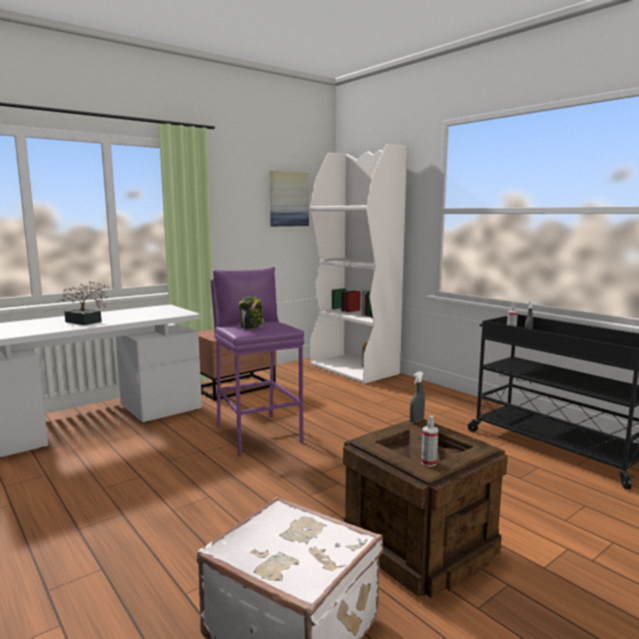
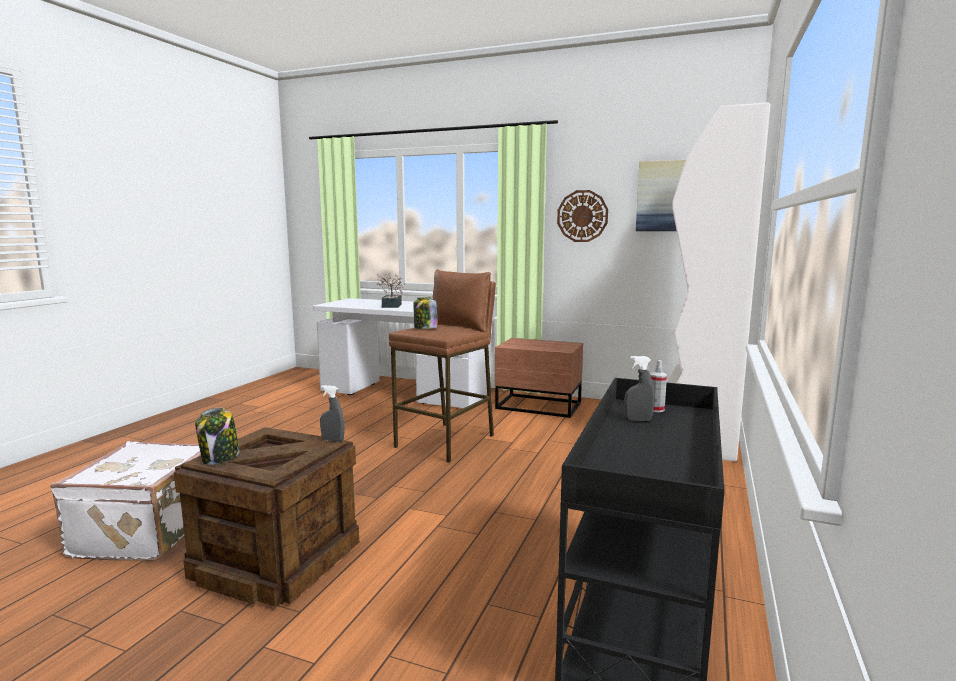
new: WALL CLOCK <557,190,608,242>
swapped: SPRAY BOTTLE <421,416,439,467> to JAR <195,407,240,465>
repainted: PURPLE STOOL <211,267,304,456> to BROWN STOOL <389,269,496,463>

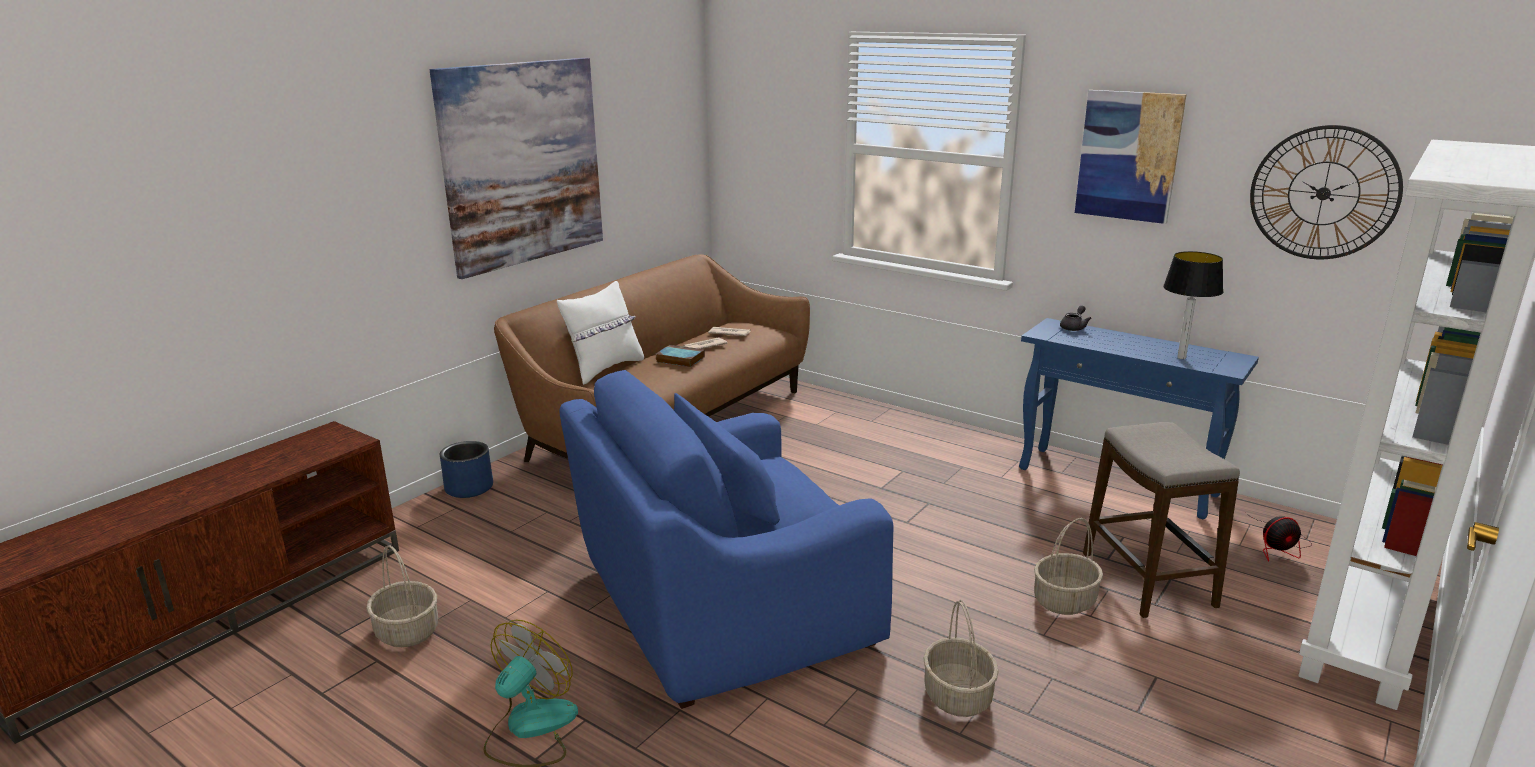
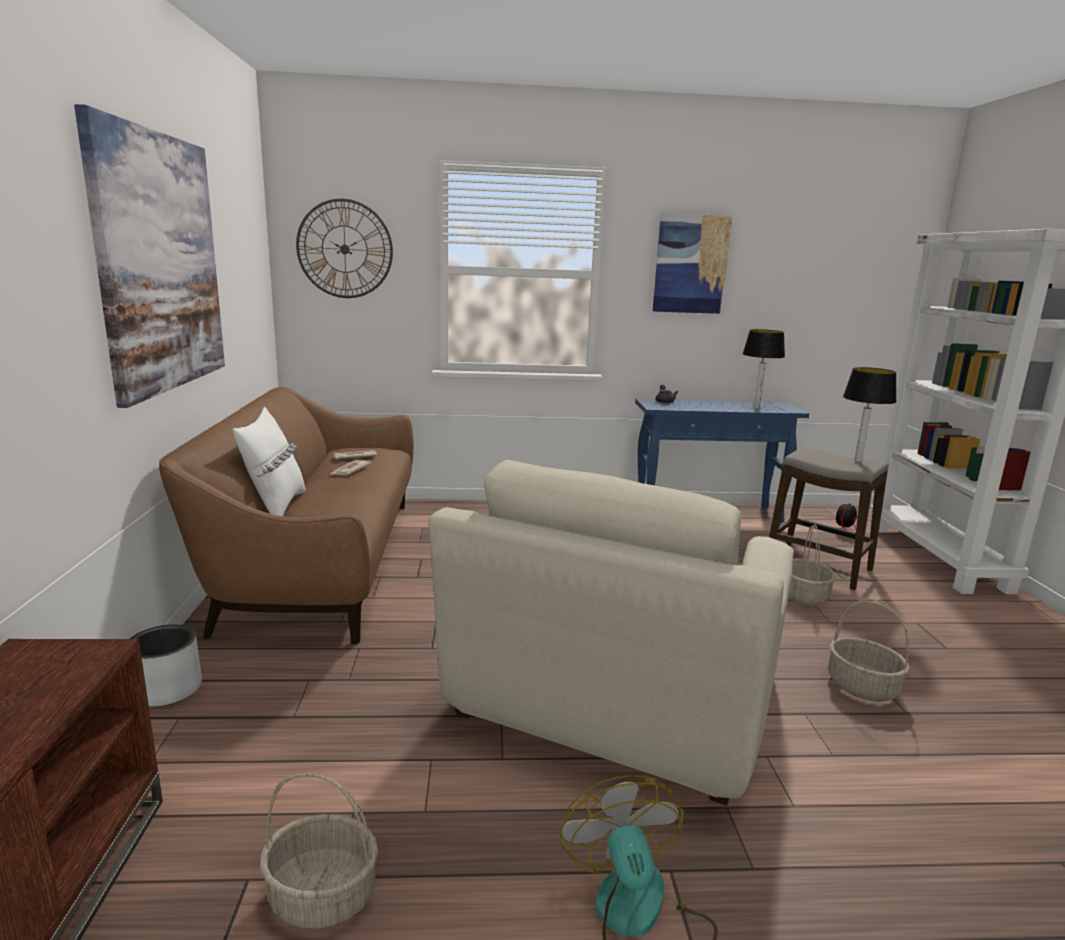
gone: BOOK <656,345,705,367>
new: TABLE LAMP <843,367,897,462>
shifted: WALL CLOCK <1250,125,1403,259> to <296,199,393,298>
repainted: BLUE PLANTER <440,441,493,498> to GREY PLANTER <130,624,202,707>; BLUE ARMCHAIR <559,370,894,709> to BEIGE ARMCHAIR <428,460,794,805>

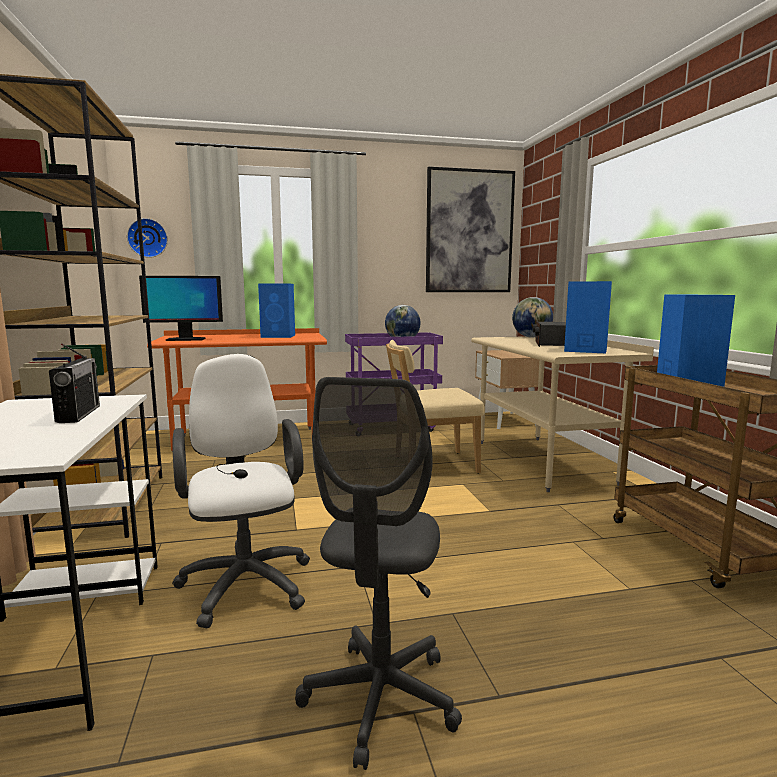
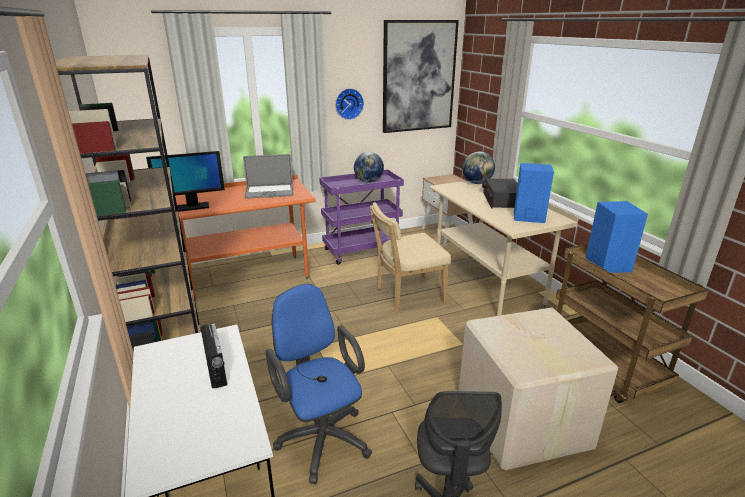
new: CARDBOARD BOX <459,307,618,470>
shifted: WALL CLOCK <127,218,168,258> to <335,88,364,120>
swapped: BLUE SPEAKER <258,283,295,338> to LAPTOP <243,154,294,199>
repainted: WHITE OFFICE CHAIR <172,354,310,628> to BLUE OFFICE CHAIR <266,284,372,484>

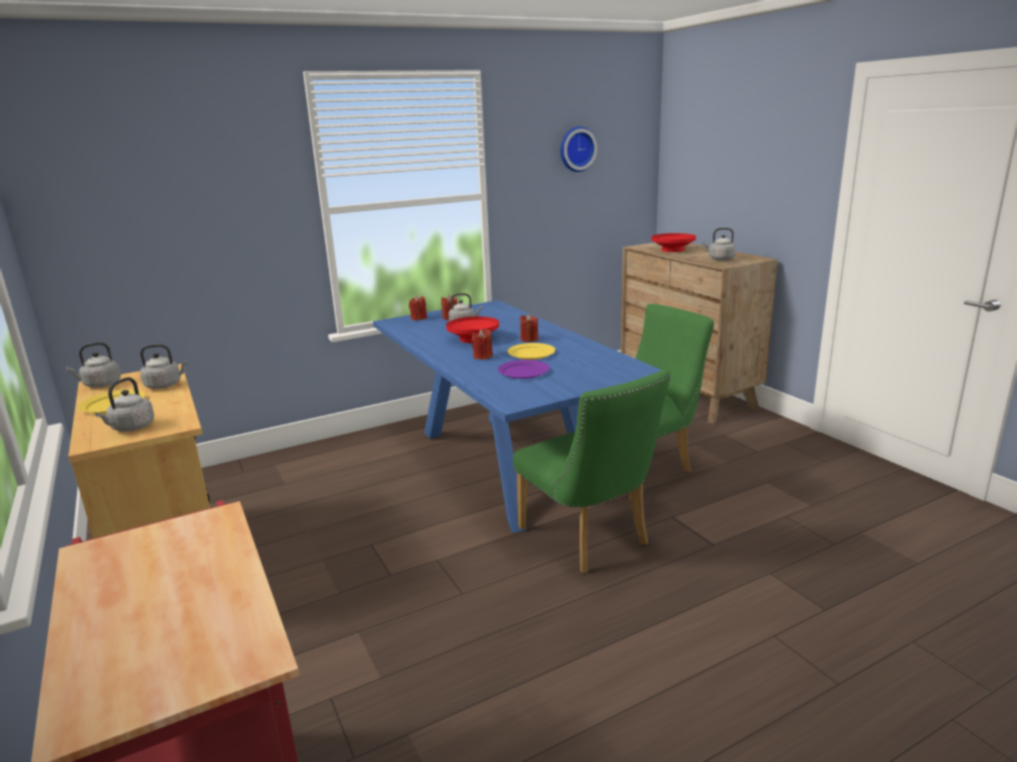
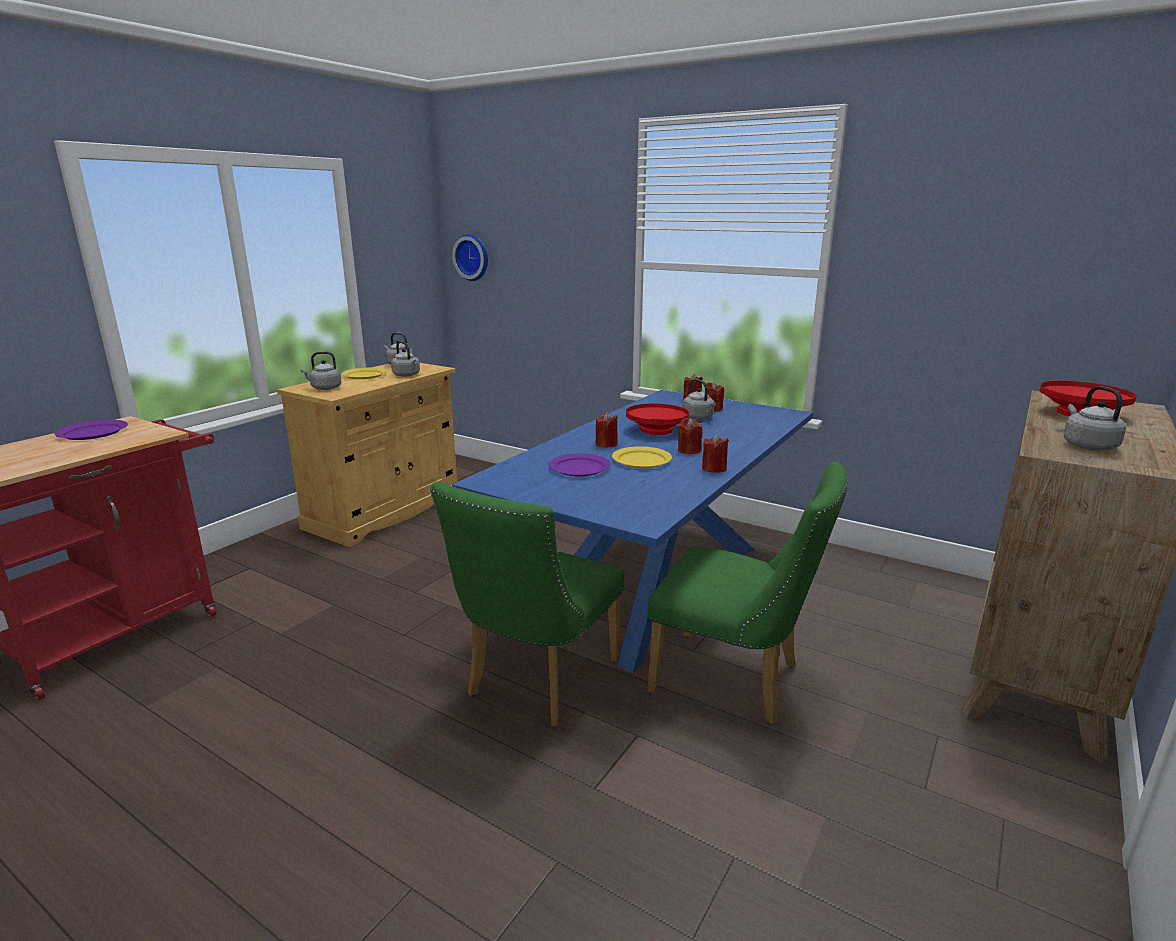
new: PURPLE PLATE <55,420,128,440>; RED CANDLE <702,434,729,473>
shifted: WALL CLOCK <560,126,597,172> to <452,234,488,281>

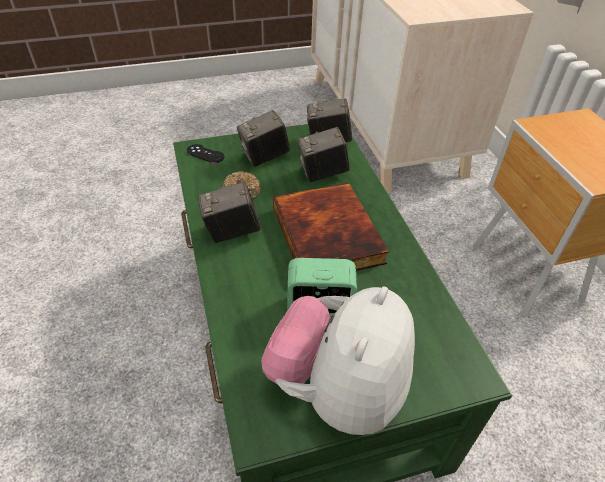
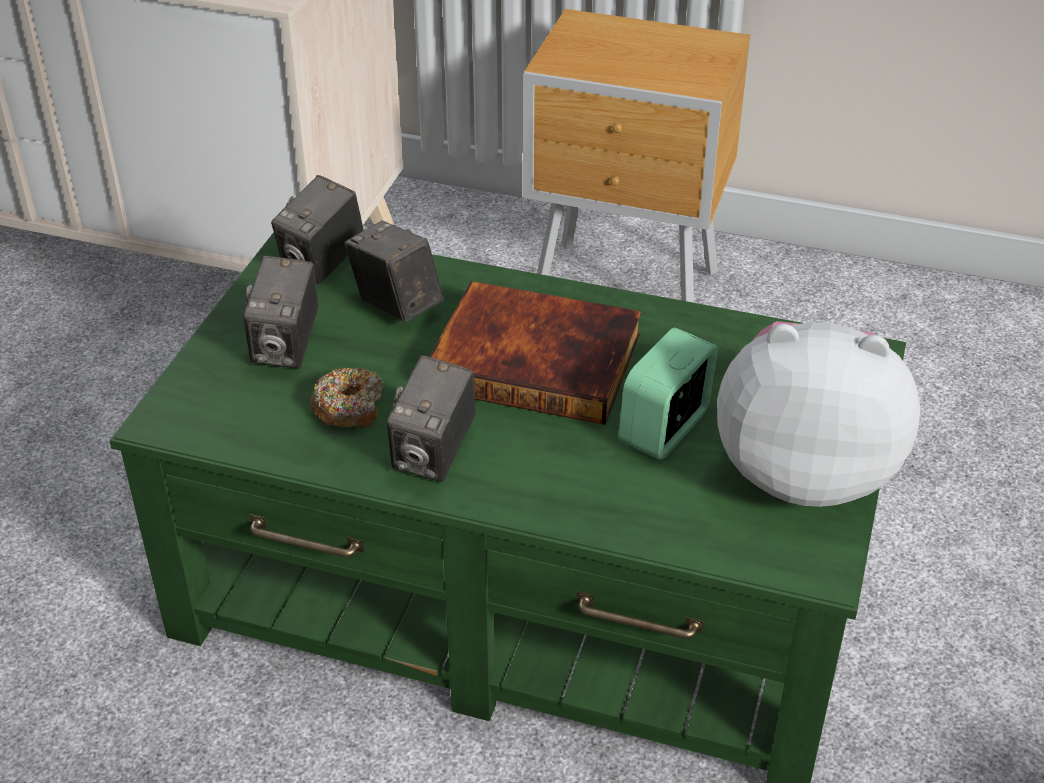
gone: BLACK GAME CONTROLLER <187,144,224,163>
rotated: PHOTO CAMERA <297,127,350,182> = <344,221,444,323> 120 degrees clockwise; PLUSH TOY <261,286,415,435> = <717,321,921,507> 135 degrees clockwise

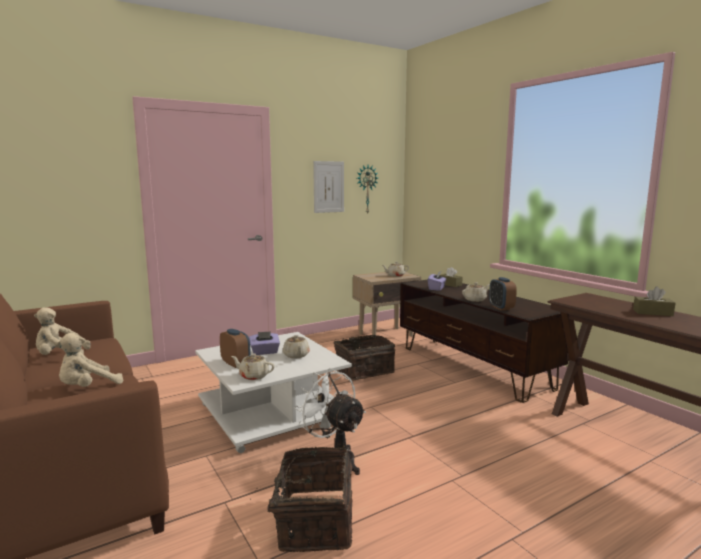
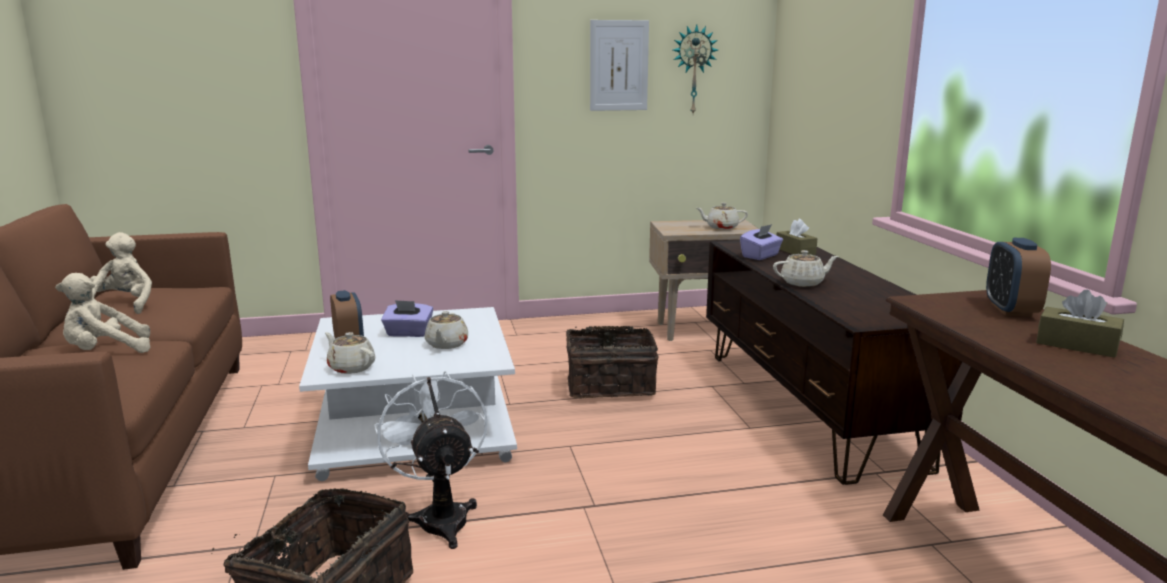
shifted: ALARM CLOCK <489,277,517,310> to <986,238,1051,317>
rotated: BEIGE PLUSH TOY <34,307,91,355> = <90,232,152,314> 75 degrees clockwise

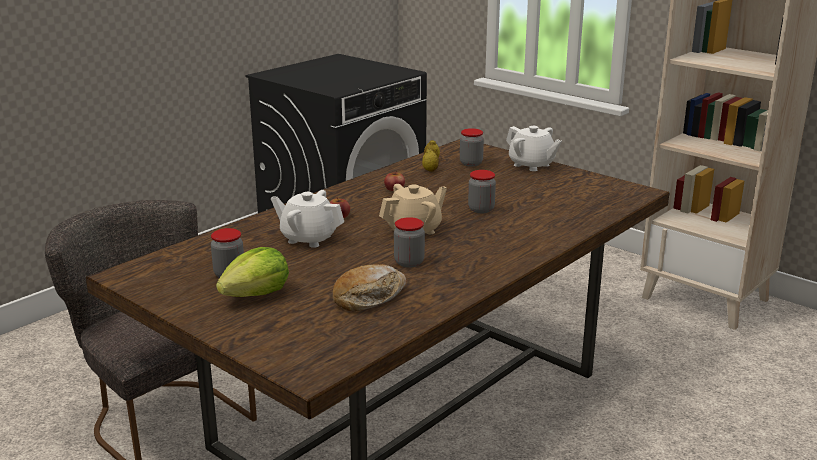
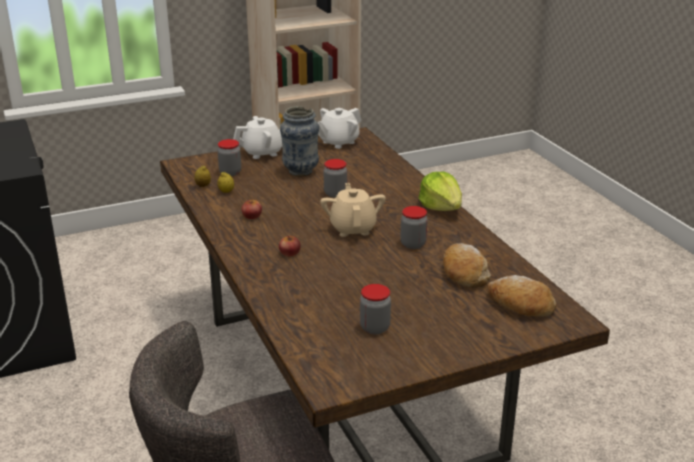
new: VASE <280,106,319,177>; BREAD <487,275,557,317>
shifted: WHITE TEAPOT <271,190,344,248> to <317,108,361,149>; LETTUCE <216,247,289,297> to <418,171,462,211>

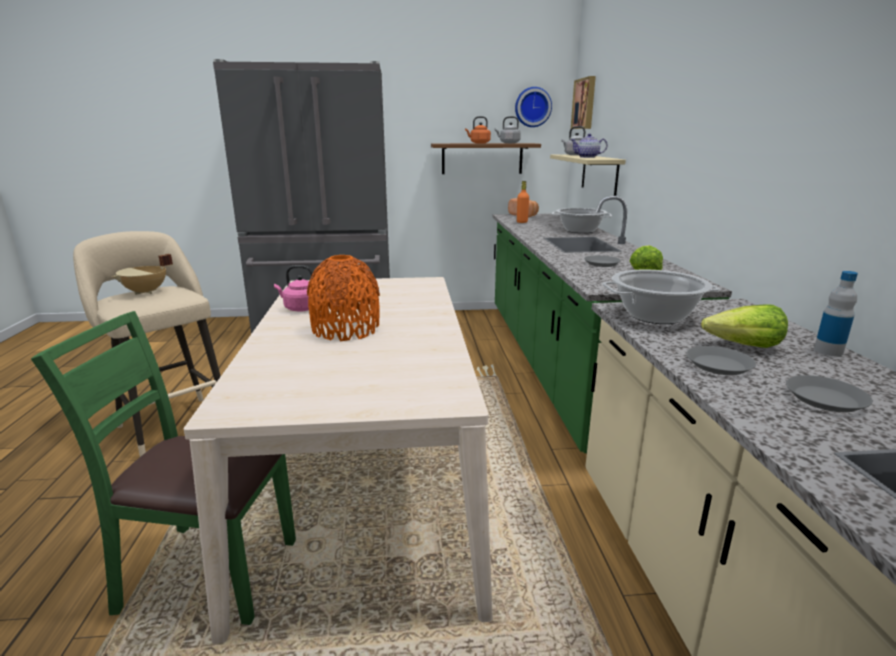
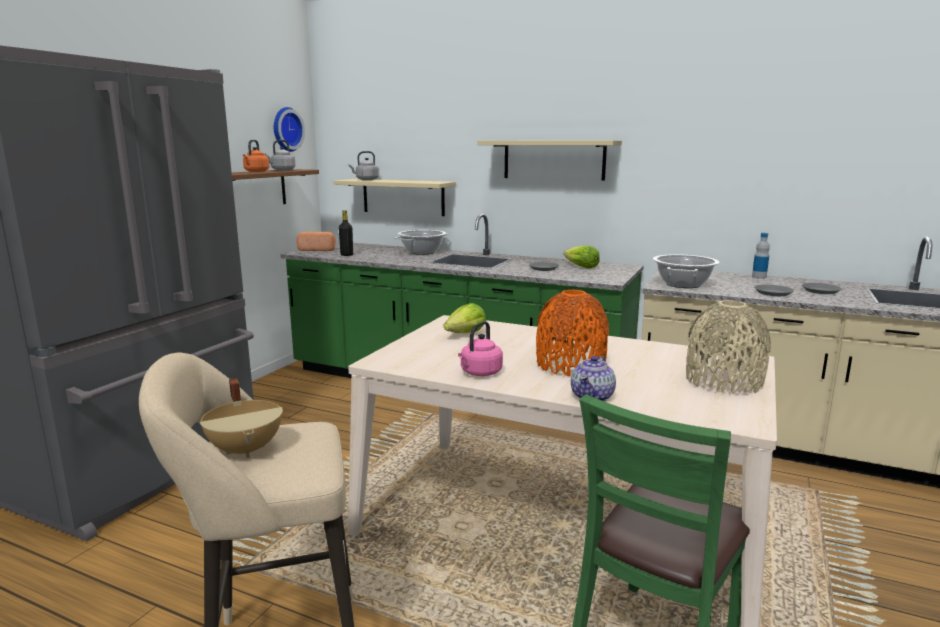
gone: PICTURE <571,76,596,129>
new: BEIGE SHELF <478,140,622,181>; BEIGE VASE <686,300,771,394>
shifted: LETTUCE <701,304,788,348> to <444,303,486,333>; TEAPOT <571,134,608,158> to <571,356,616,401>
repainted: ORANGE BOTTLE <517,181,529,223> to BLACK BOTTLE <339,210,353,256>

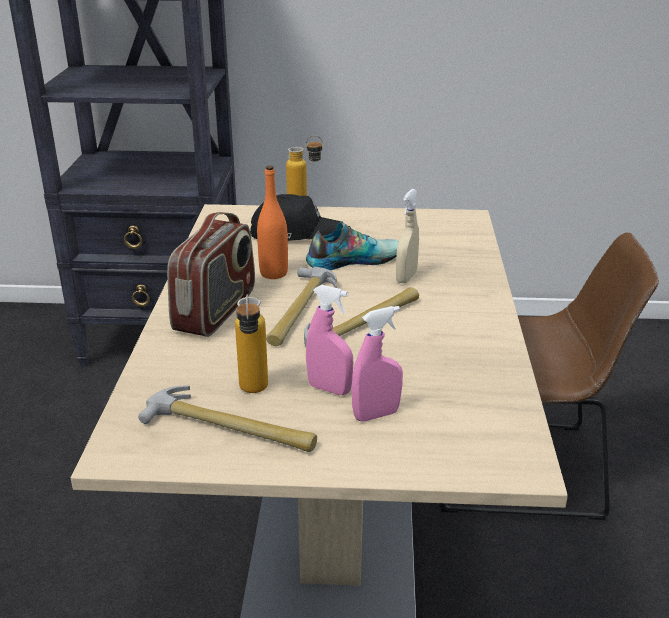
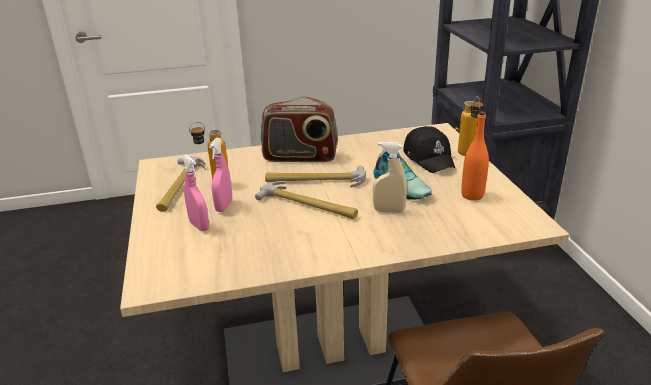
shifted: ORANGE BOTTLE <257,165,288,279> to <461,111,489,201>

